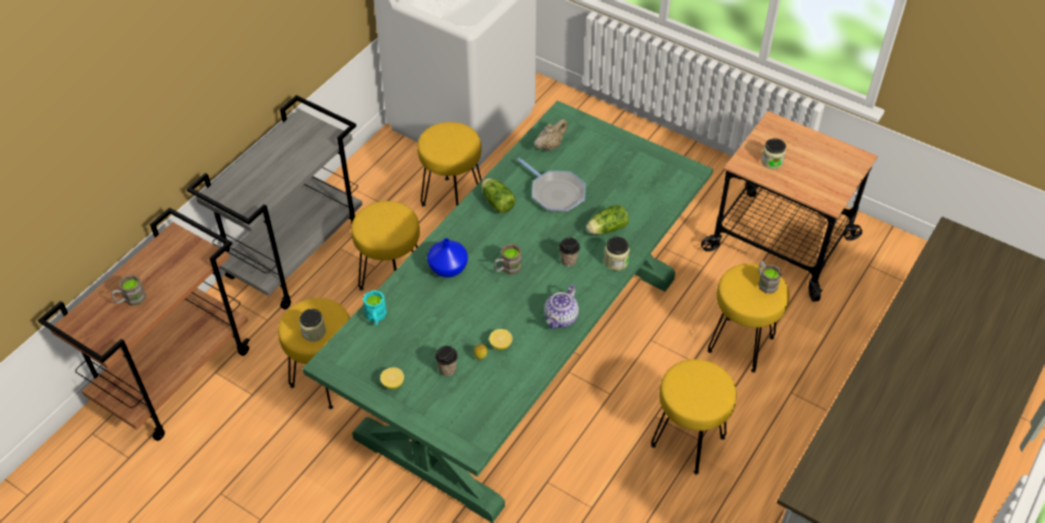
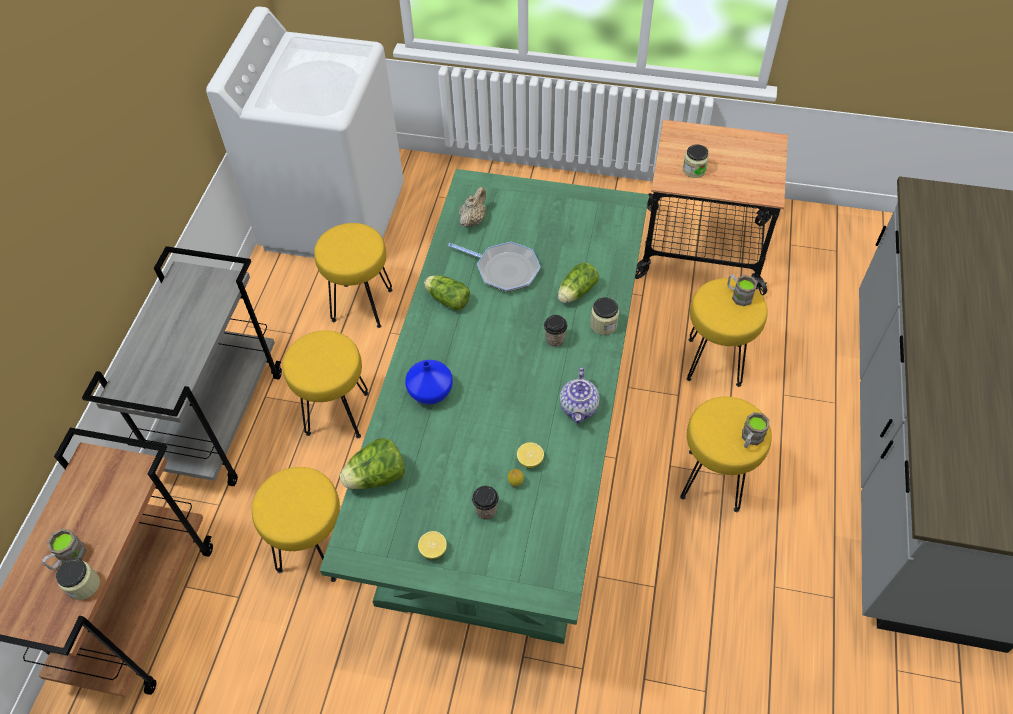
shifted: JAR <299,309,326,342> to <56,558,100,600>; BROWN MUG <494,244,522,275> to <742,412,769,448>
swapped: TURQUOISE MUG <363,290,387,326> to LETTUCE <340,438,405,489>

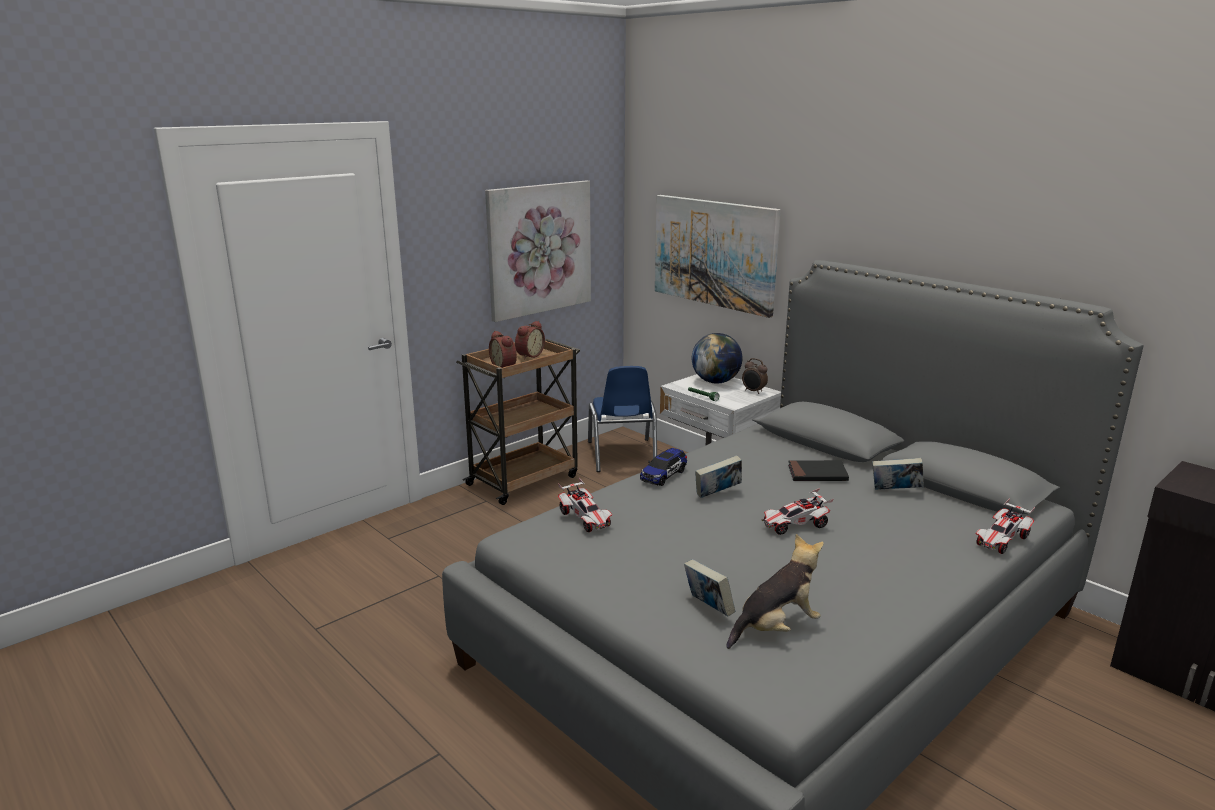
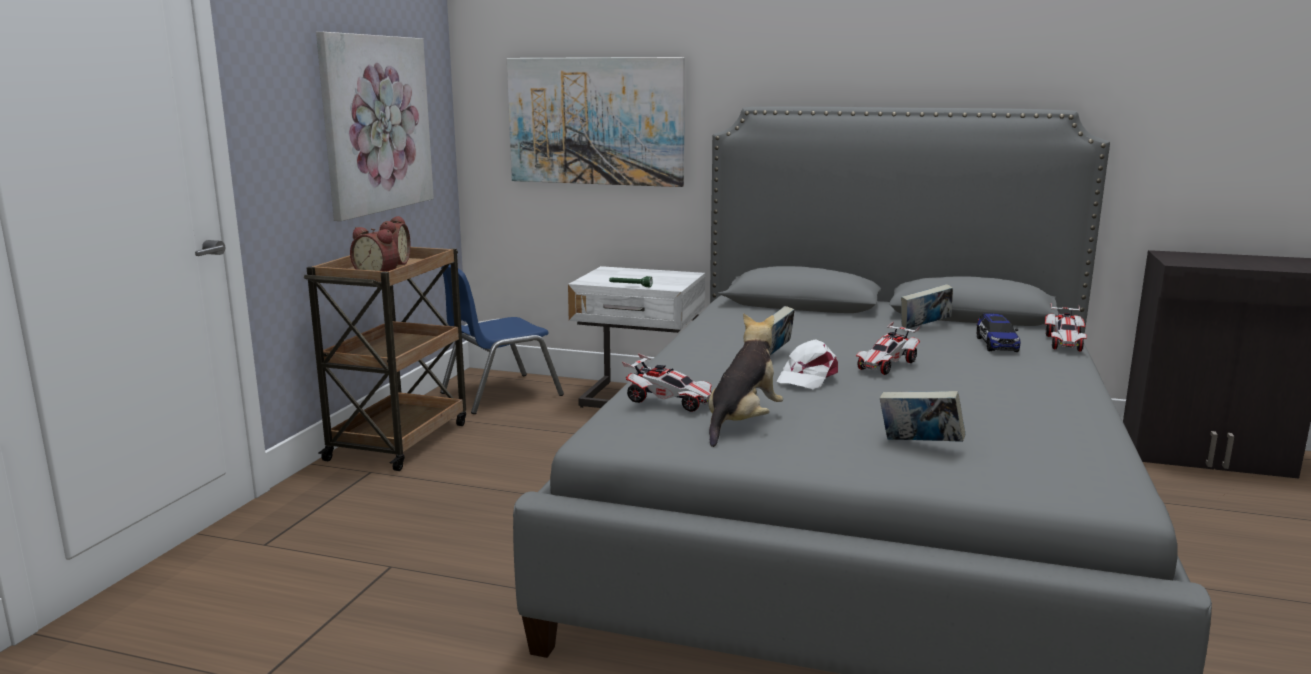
gone: GLOBE <692,333,742,384>; ALARM CLOCK <742,358,768,394>; BLACK BOOK <788,460,849,481>
new: WHITE CAP <777,339,838,389>
shifted: PLUSH TOY <726,534,824,649> to <708,313,783,447>; TOY CAR <640,448,687,486> to <977,313,1021,352>
rotated: BLUE CHAIR <588,366,657,472> = <440,265,564,414> 90 degrees clockwise

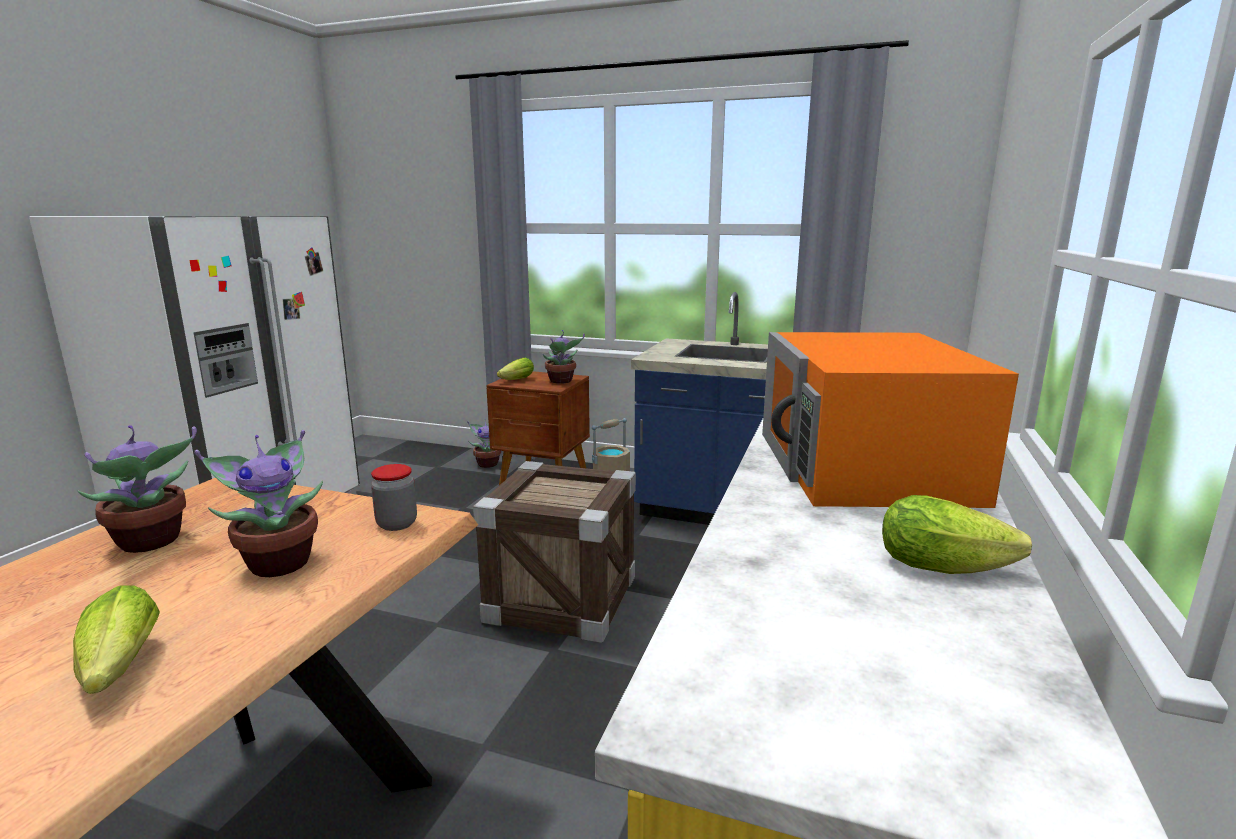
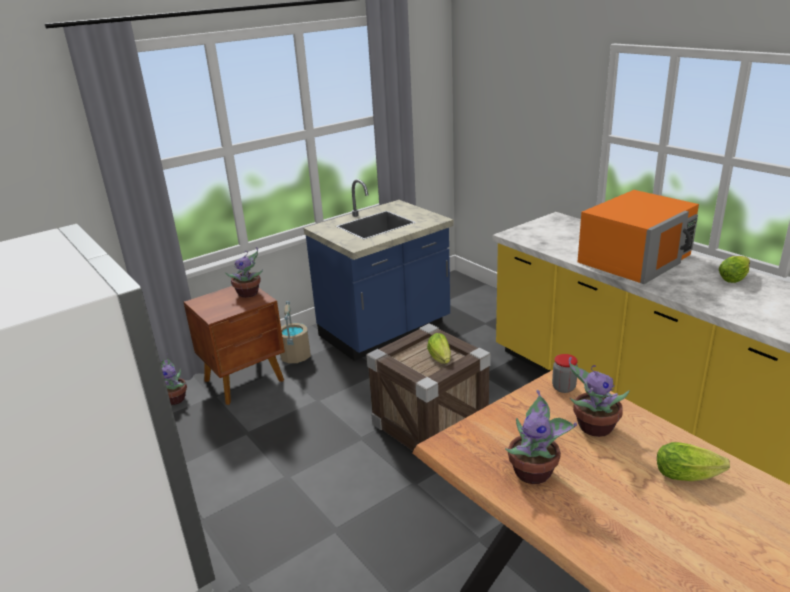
shifted: LETTUCE <497,358,534,380> to <427,333,451,364>
rotated: ORANGE MICROWAVE <762,332,1019,508> = <578,190,699,284> 75 degrees counterclockwise

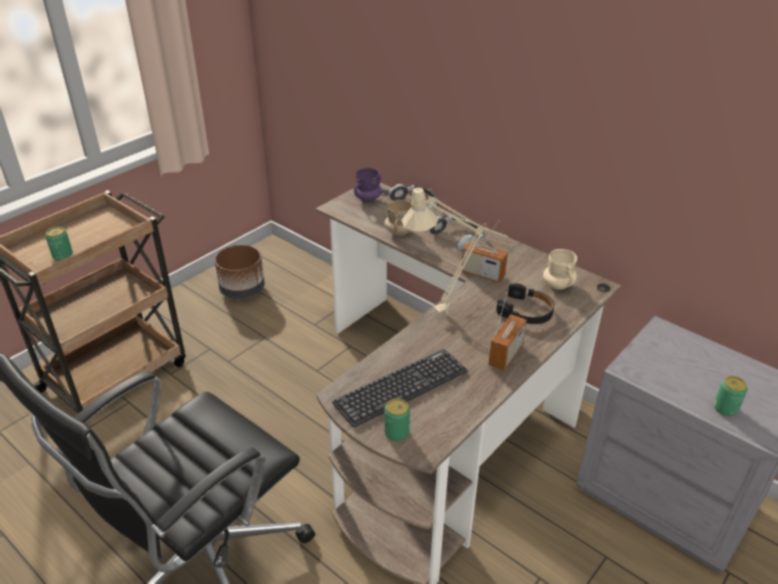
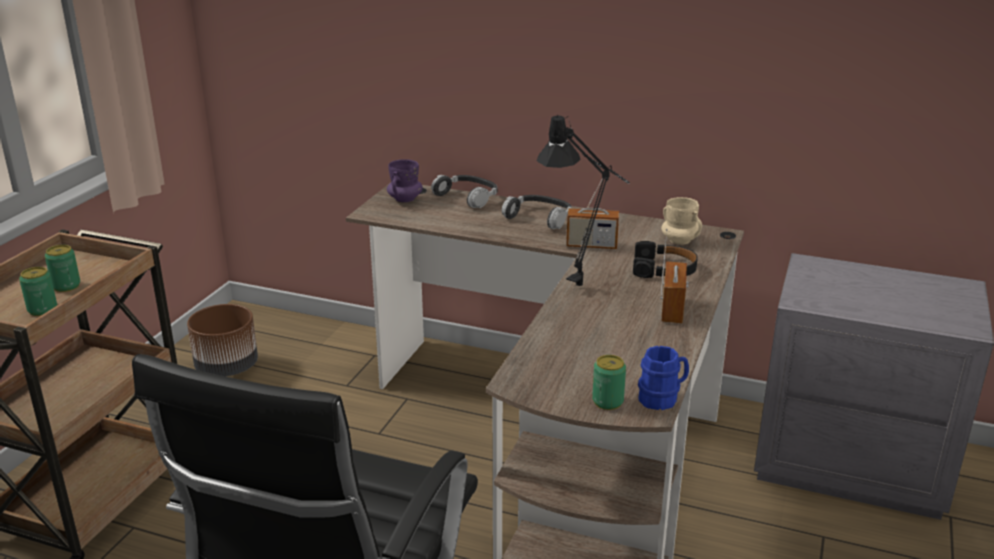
gone: KEYBOARD <332,349,467,428>; BEIGE MUG <384,200,412,236>
new: BLUE MUG <638,346,689,410>
shifted: CAN <714,376,748,417> to <45,245,80,292>
repainted: BEIGE TABLE LAMP <402,187,508,315> to BLACK TABLE LAMP <536,114,630,288>

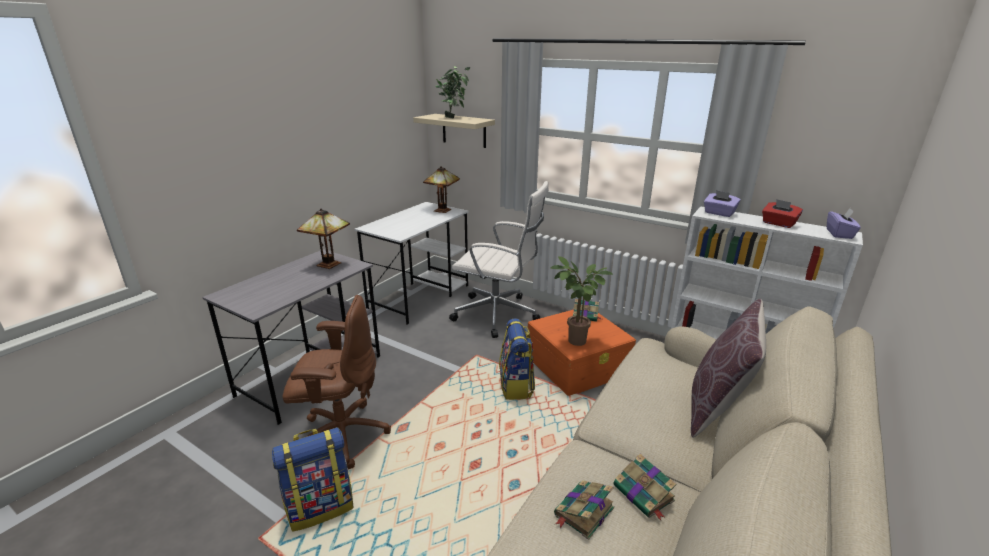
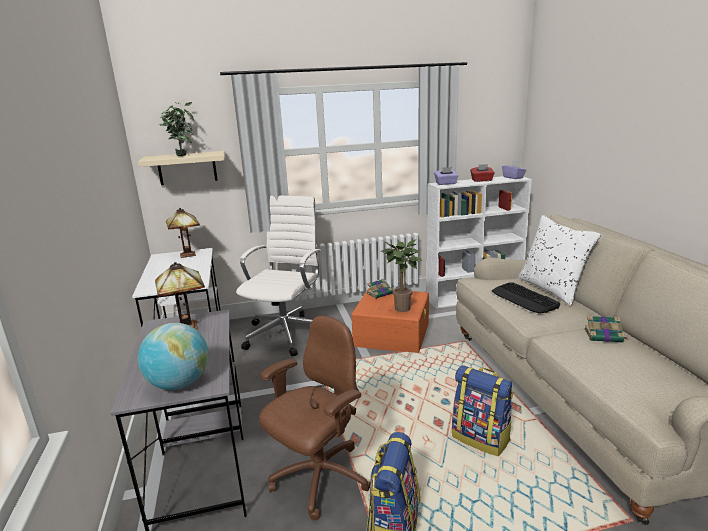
gone: BOOK <554,480,614,540>
new: GLOBE <138,323,208,390>; KEYBOARD <492,282,560,314>
shifted: BACKPACK <499,318,535,400> to <452,365,513,456>
repainted: BROWN PILLOW <691,299,766,438> to WHITE PILLOW <518,215,601,306>
rotated: WHITE OFFICE CHAIR <449,181,549,338> = <236,196,321,357> 45 degrees counterclockwise

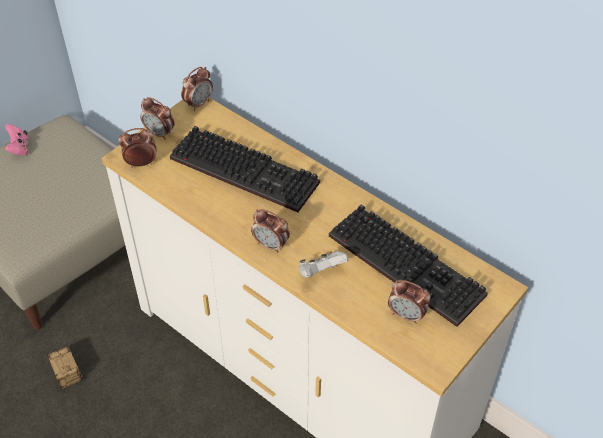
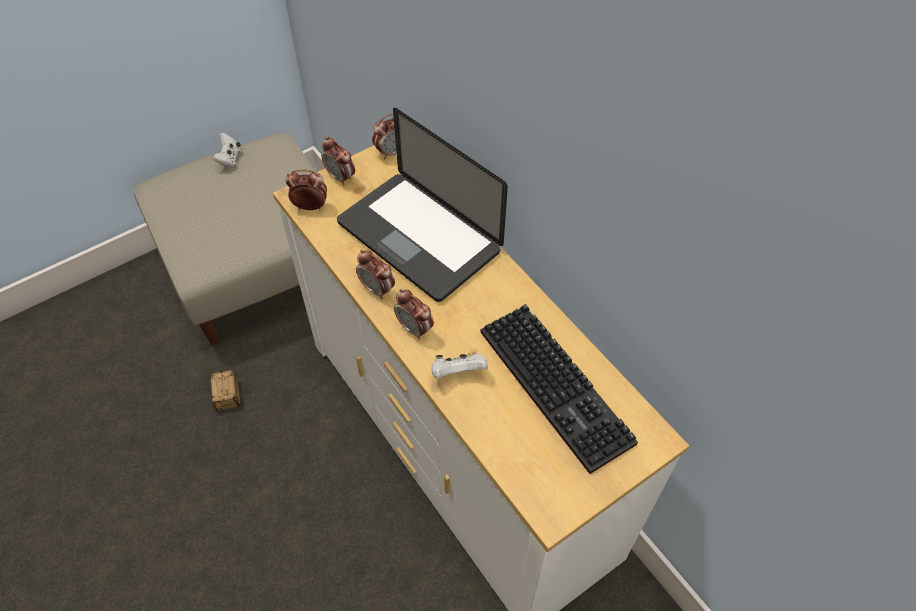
shifted: ALARM CLOCK <388,280,431,324> to <356,250,395,299>
swapped: KEYBOARD <170,126,320,213> to LAPTOP <337,108,508,302>
repainted: PINK GAME CONTROLLER <5,124,29,156> to WHITE GAME CONTROLLER <212,133,241,168>

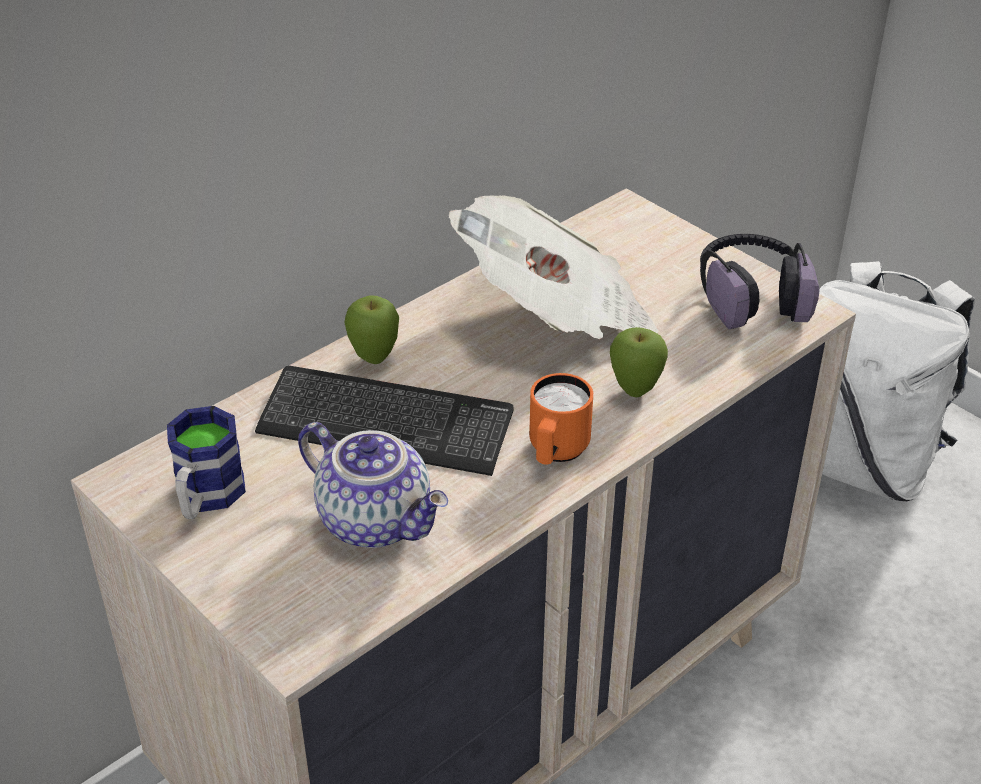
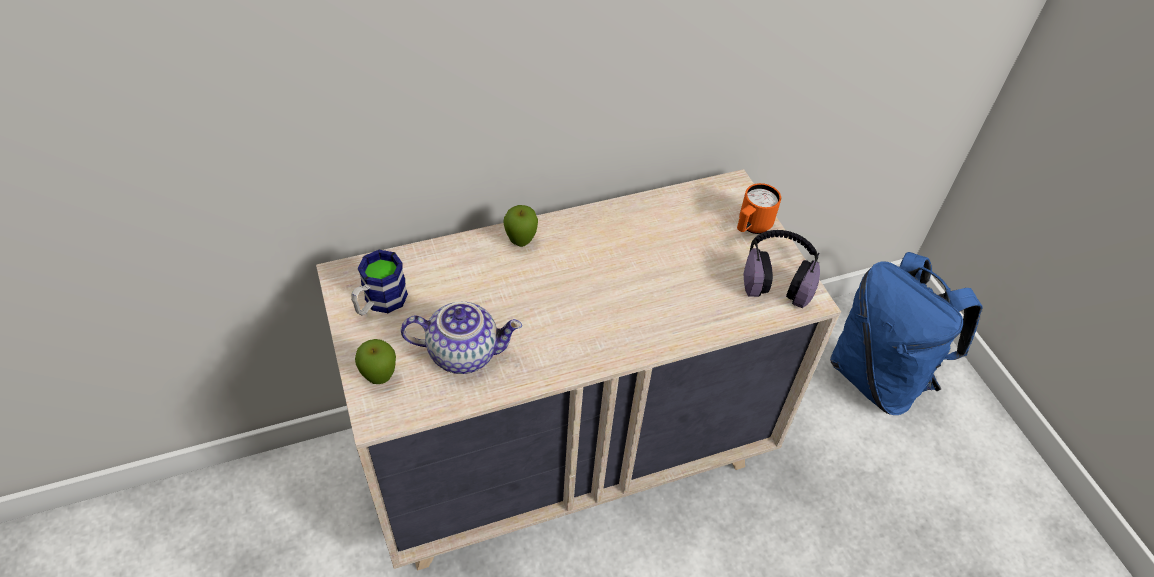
gone: KEYBOARD <255,366,513,476>; NEWSPAPER <449,195,659,339>
shifted: APPLE <610,327,668,398> to <355,339,396,384>; ORANGE MUG <529,373,593,465> to <737,183,781,234>
repainted: WHITE BACKPACK <819,261,975,501> to BLUE BACKPACK <830,252,982,415>
rotated: TEAPOT <298,422,448,548> = <401,302,522,374> 60 degrees counterclockwise

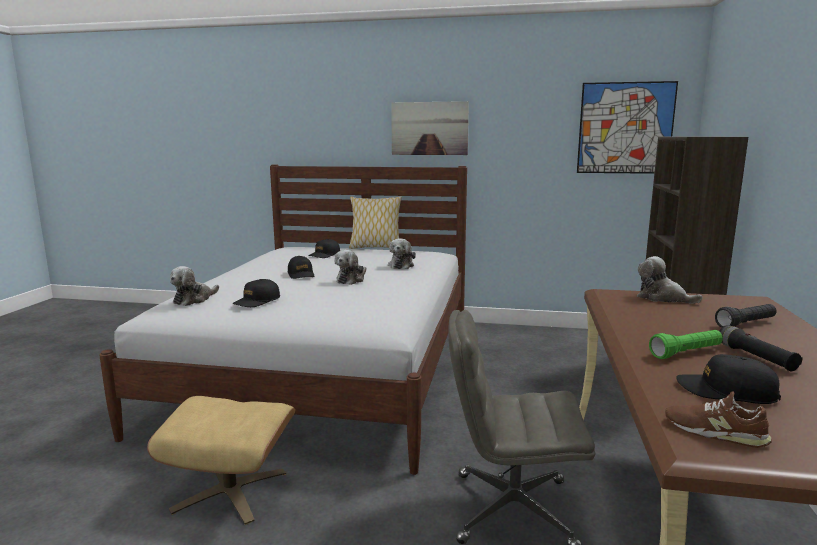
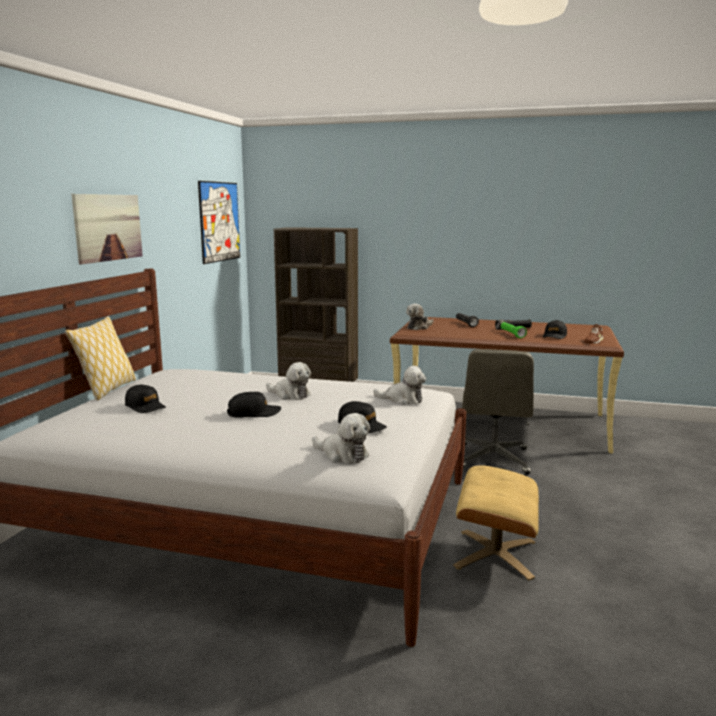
shifted: PLUSH TOY <388,238,416,269> to <373,366,426,405>

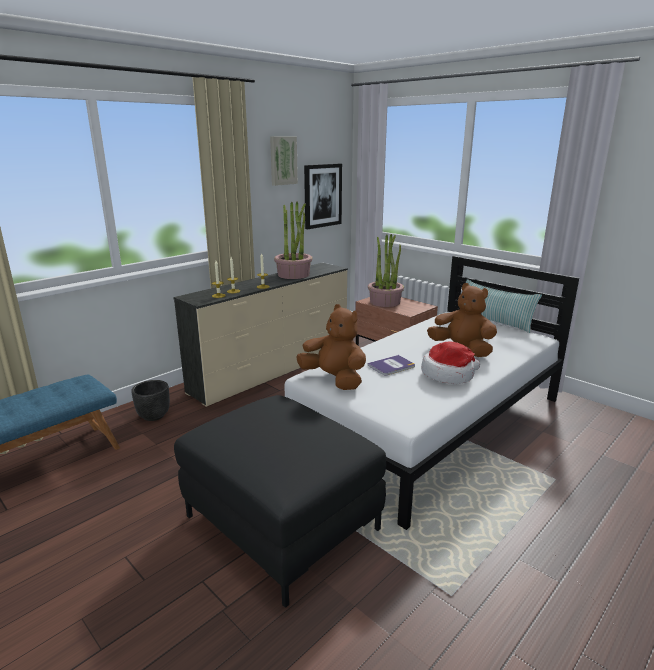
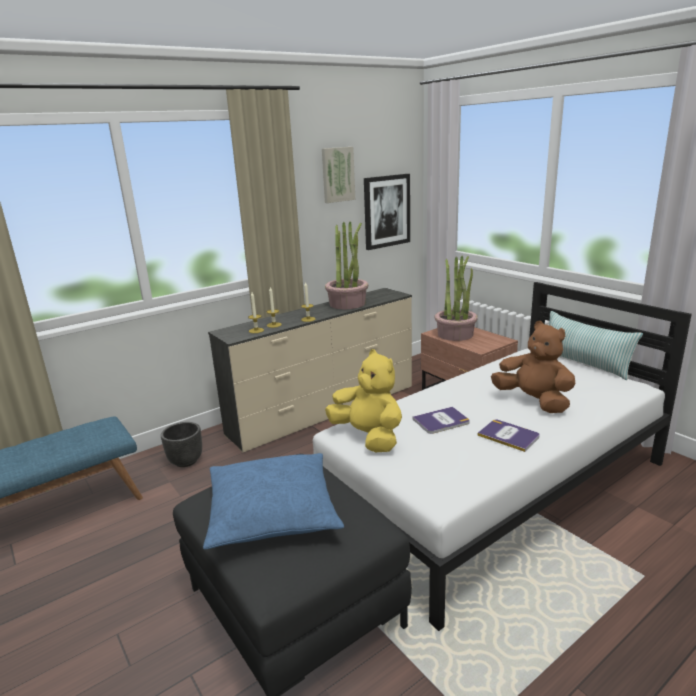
new: BLUE PILLOW <203,453,344,549>
swapped: HAT <421,342,480,384> to BOOK <478,419,540,452>
repainted: BROWN PLUSH TOY <296,304,366,390> to YELLOW PLUSH TOY <325,349,402,452>

